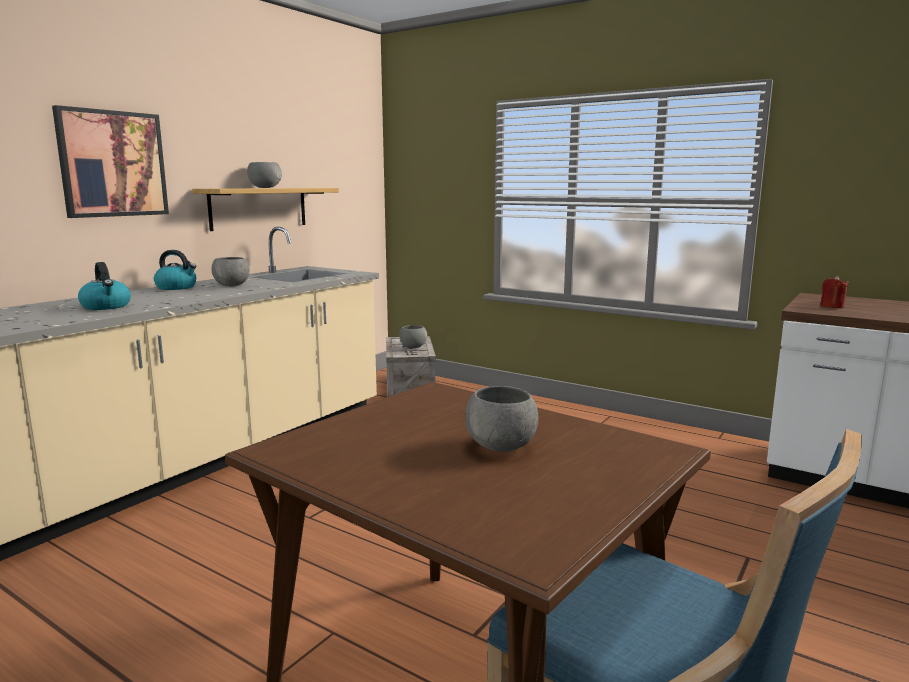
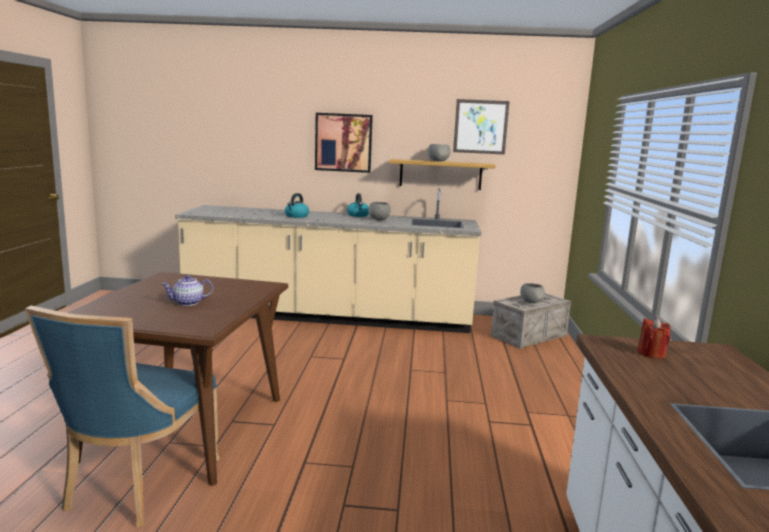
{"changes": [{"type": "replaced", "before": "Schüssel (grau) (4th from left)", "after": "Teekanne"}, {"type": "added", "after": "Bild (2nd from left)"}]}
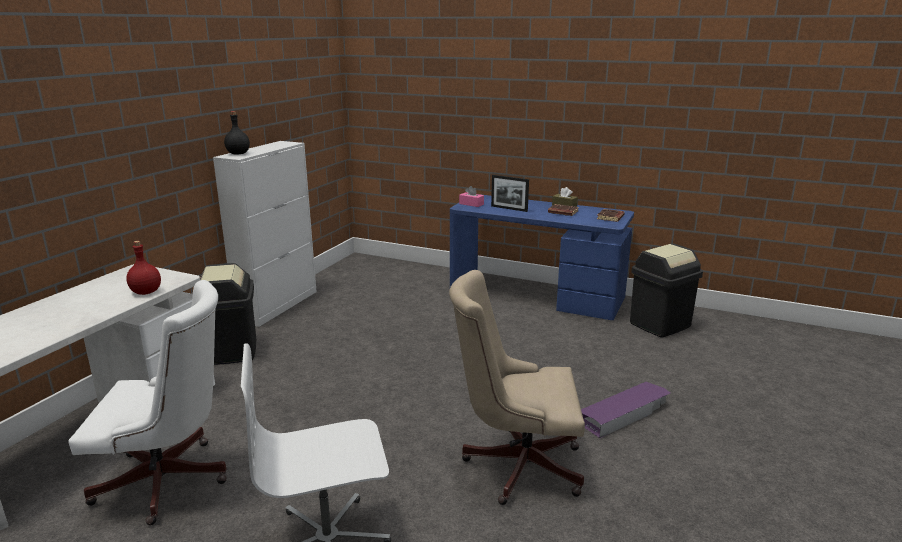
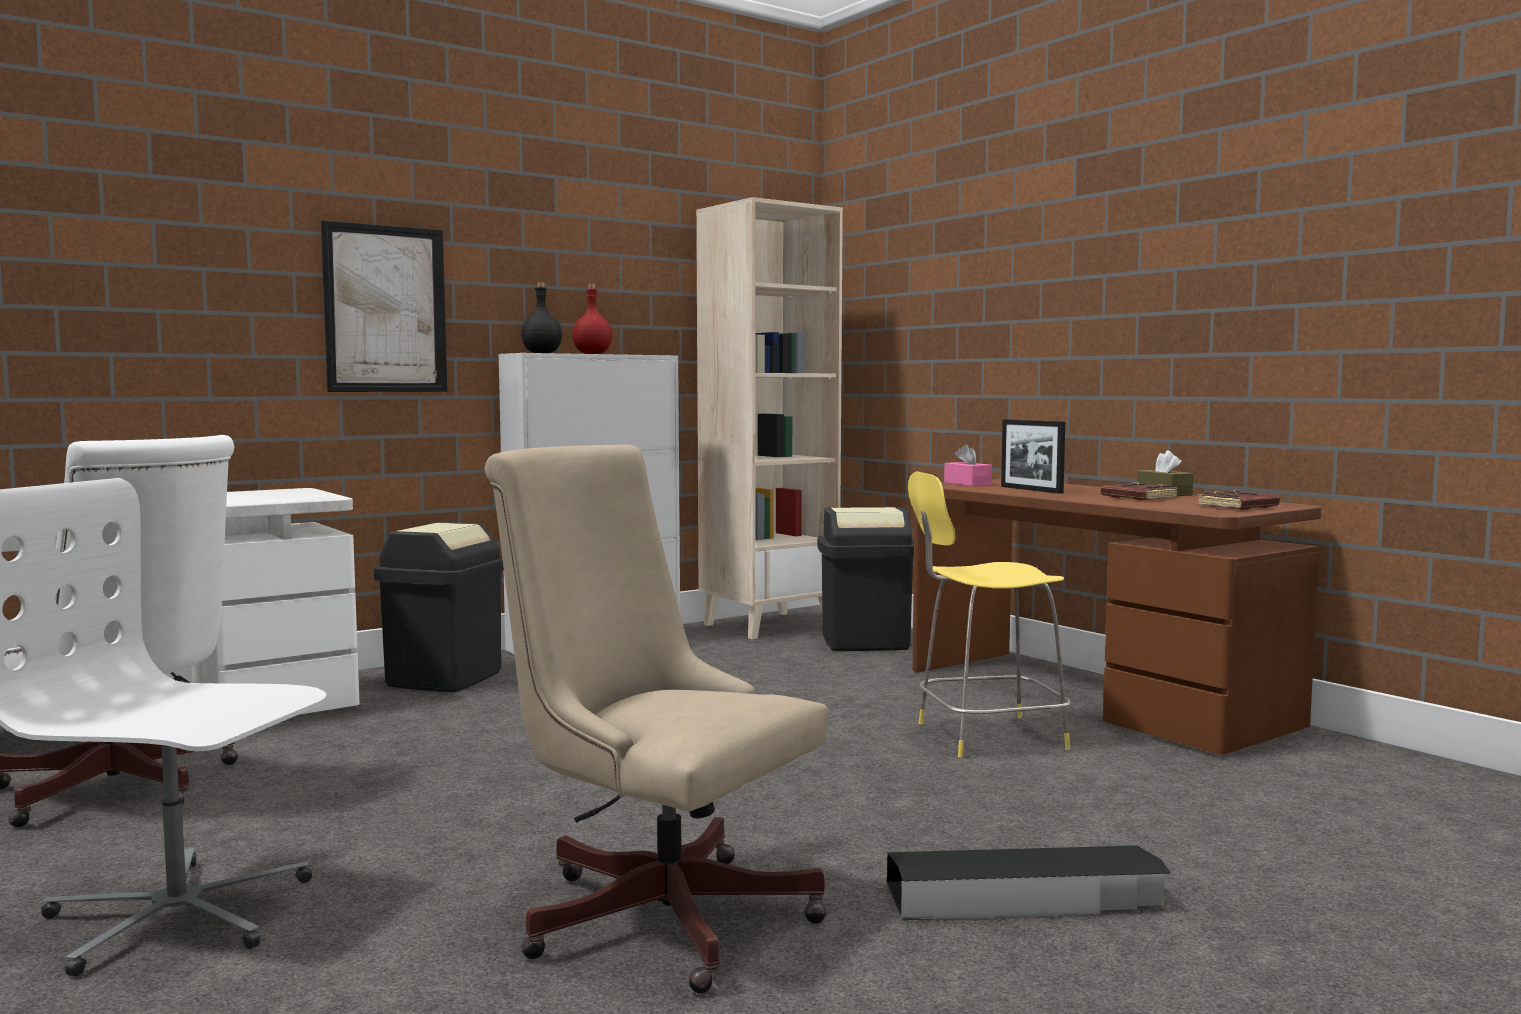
{"changes": [{"type": "moved", "before": "Flasche (rot)"}, {"type": "recoloured", "before": "Schreibtisch (blau)", "after": "Schreibtisch (braun)"}, {"type": "recoloured", "before": "Aufbewahrungsbox (lila)", "after": "Aufbewahrungsbox (schwarz)"}, {"type": "moved", "before": "Mülleimer (schwarz) (2nd from left)"}, {"type": "added", "after": "Bild"}, {"type": "added", "after": "Bücherregal (beige)"}, {"type": "added", "after": "Hocker (gelb)"}]}
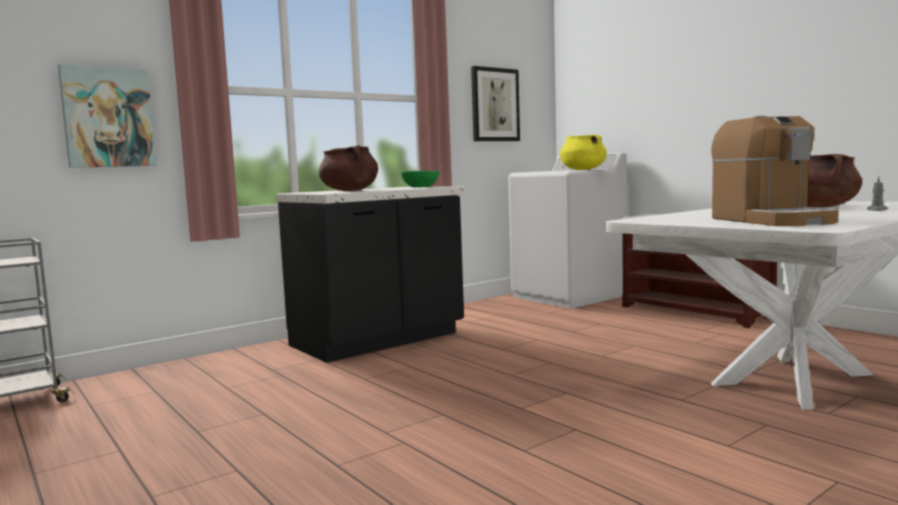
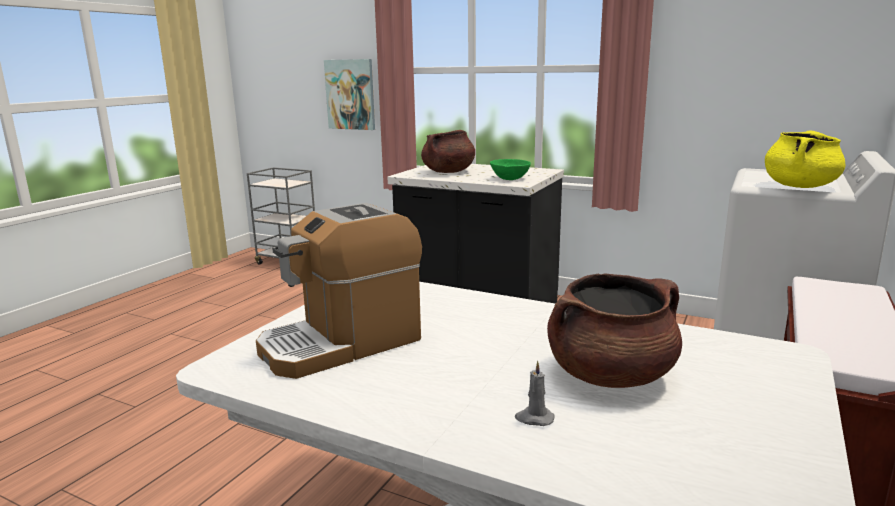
{"changes": [{"type": "removed", "before": "Bild (2nd from left)"}]}
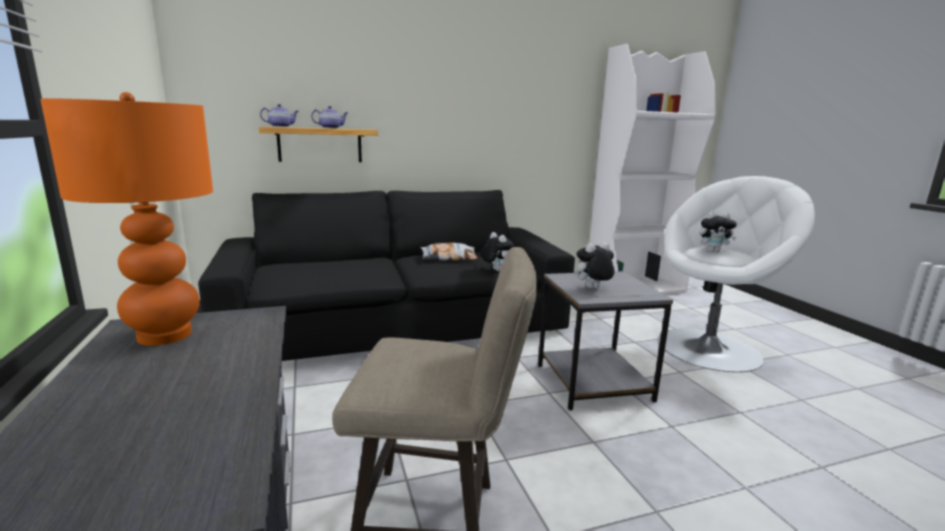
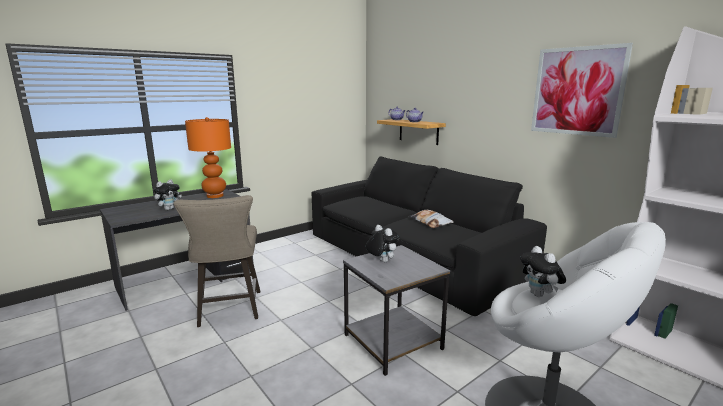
{"changes": [{"type": "moved", "before": "Plüschtier (1st from left)"}, {"type": "added", "after": "Bild"}]}
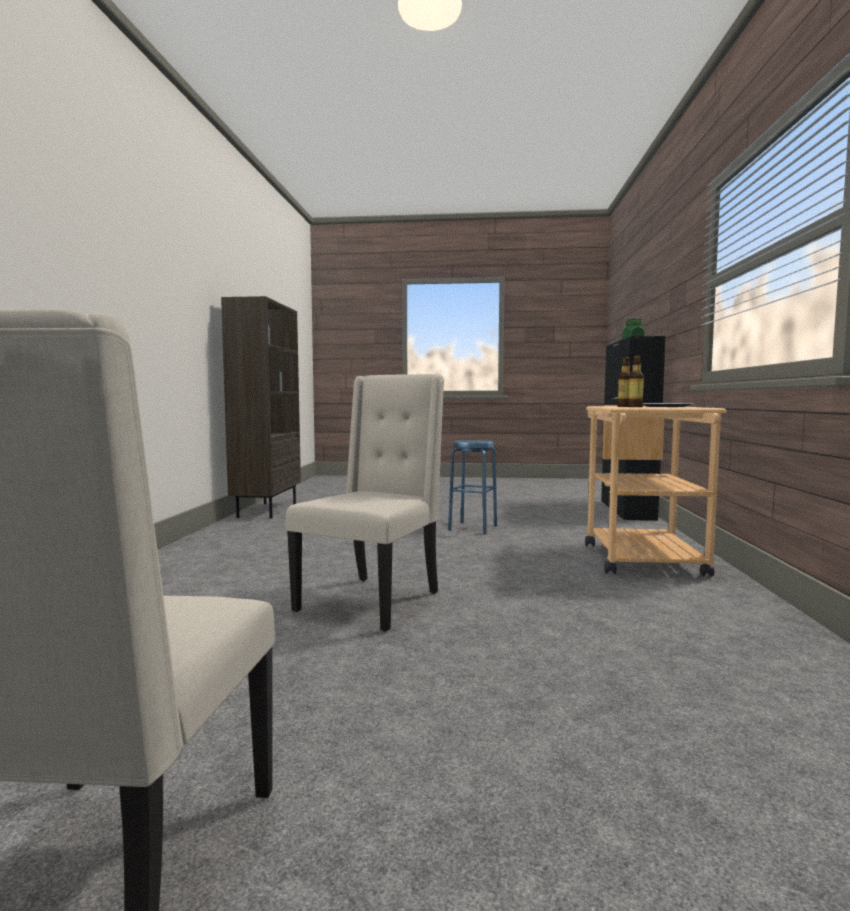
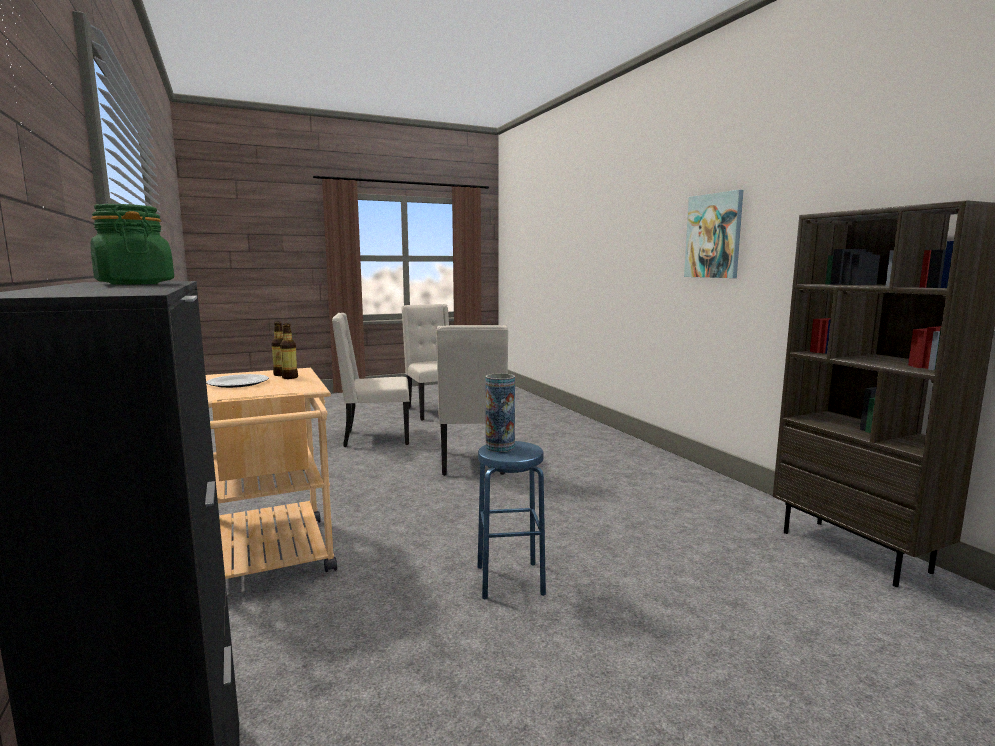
{"changes": [{"type": "added", "after": "Stuhl (beige) (1st from left)"}, {"type": "added", "after": "Vase"}, {"type": "added", "after": "Bild"}]}
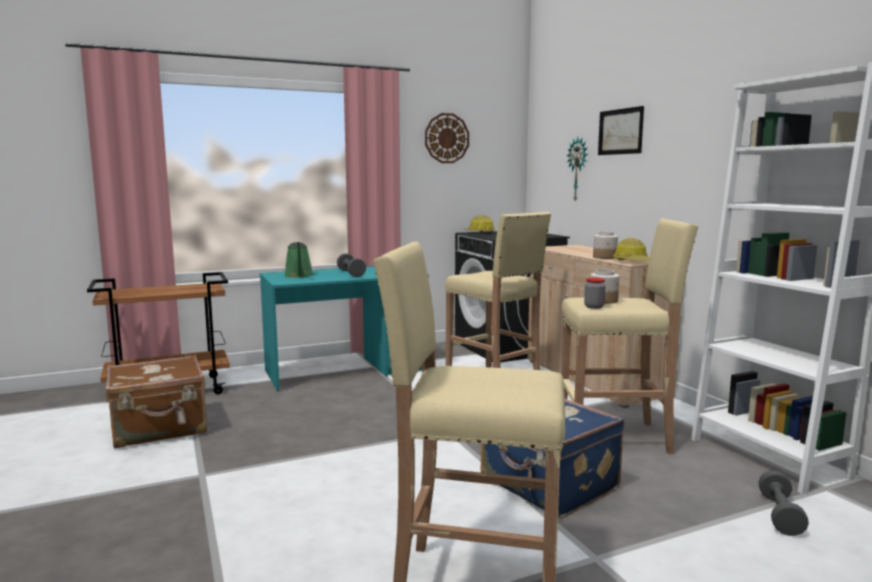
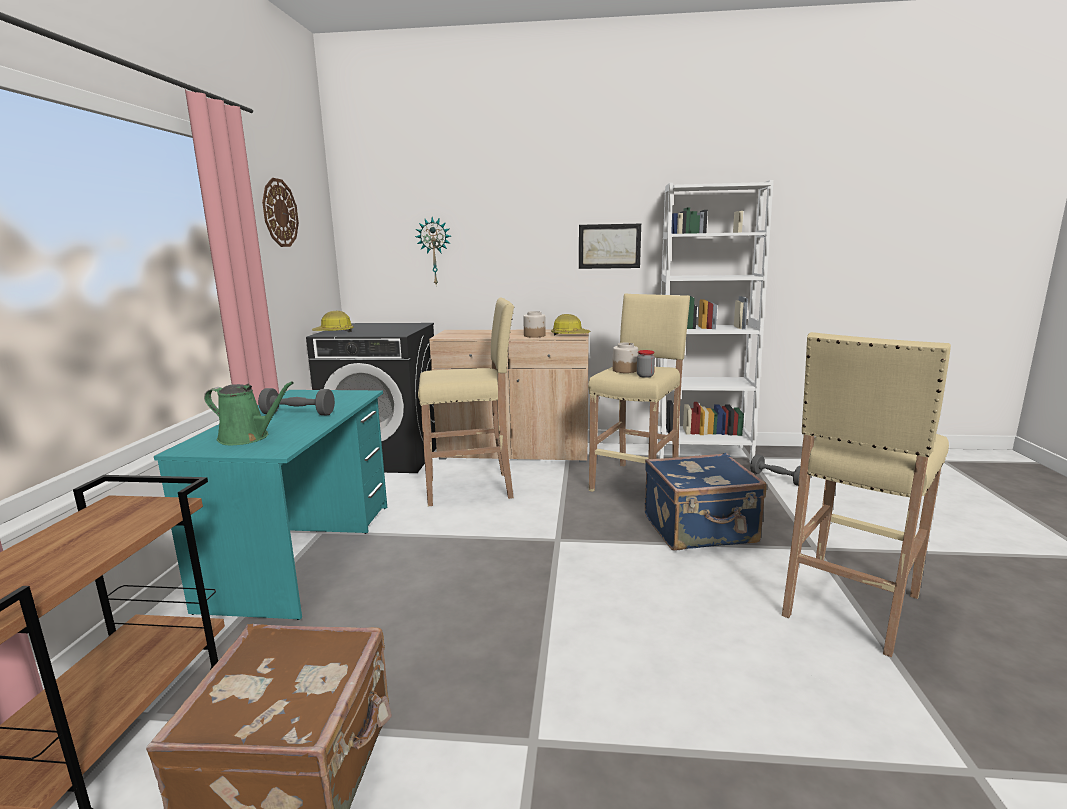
{"changes": [{"type": "moved", "before": "Bild"}]}
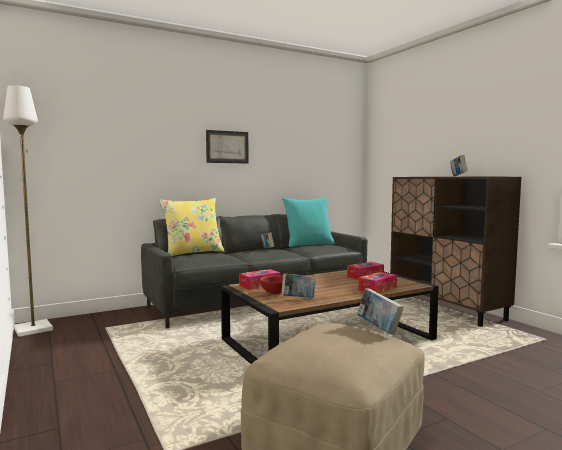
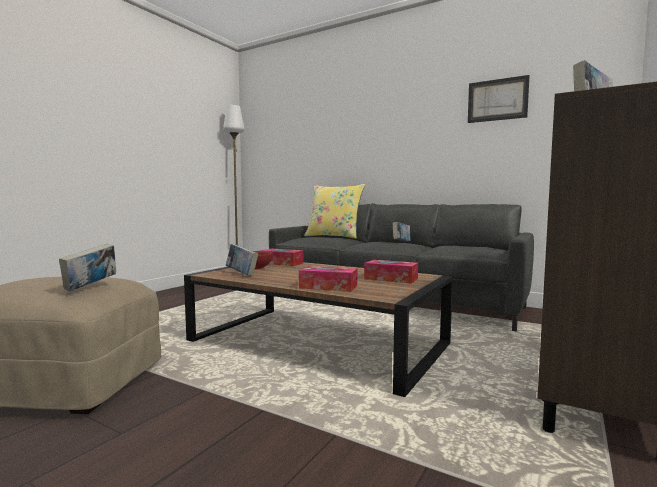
{"changes": [{"type": "moved", "before": "Bild"}, {"type": "removed", "before": "Kissen (türkis)"}]}
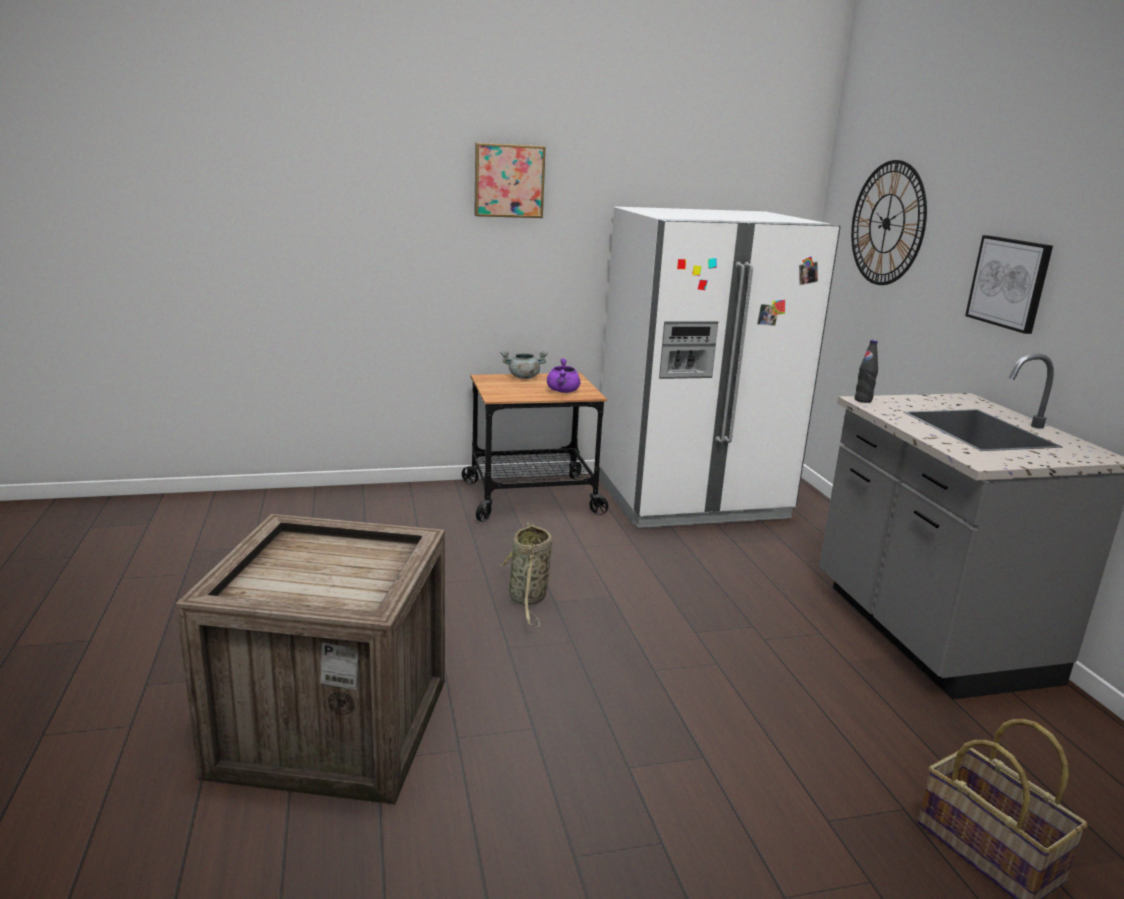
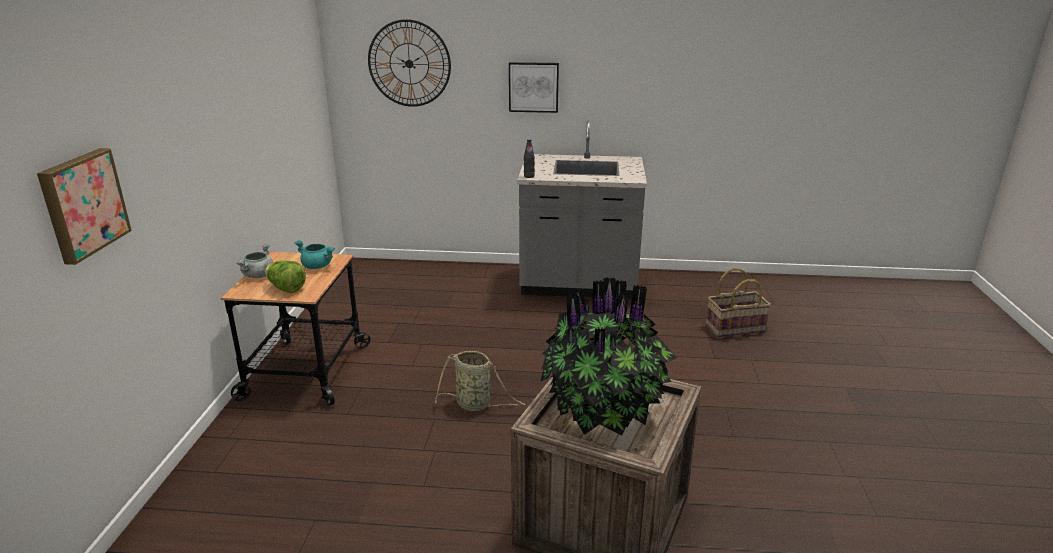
{"changes": [{"type": "moved", "before": "Bild (1st from left)"}, {"type": "recoloured", "before": "Kochtopf (lila)", "after": "Kochtopf (türkis)"}, {"type": "removed", "before": "Kühlschrank (weiß)"}, {"type": "added", "after": "Salatkopf"}, {"type": "added", "after": "Topfpflanze"}]}
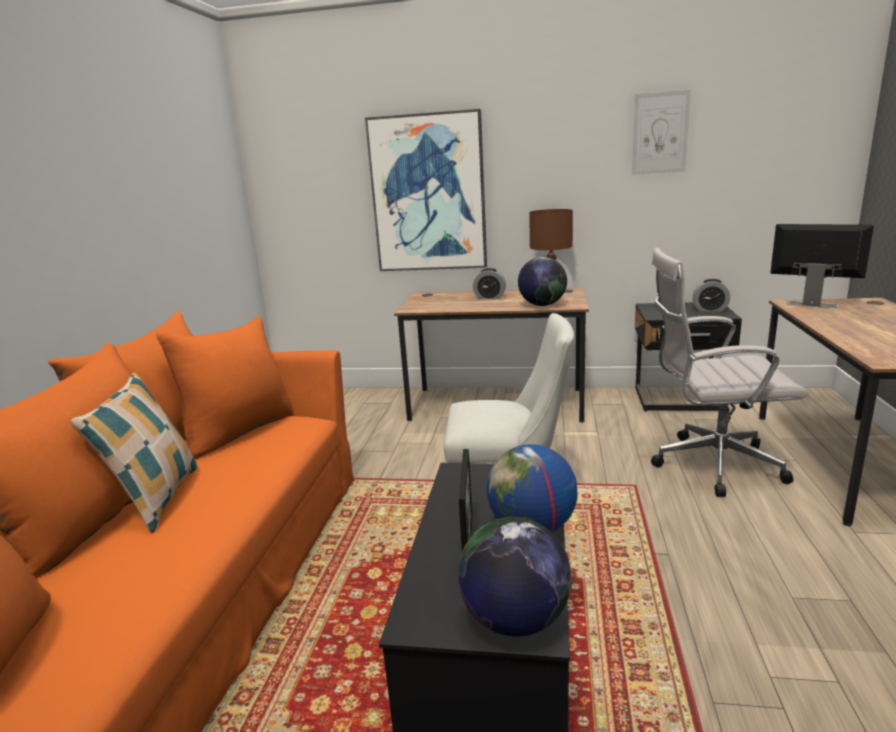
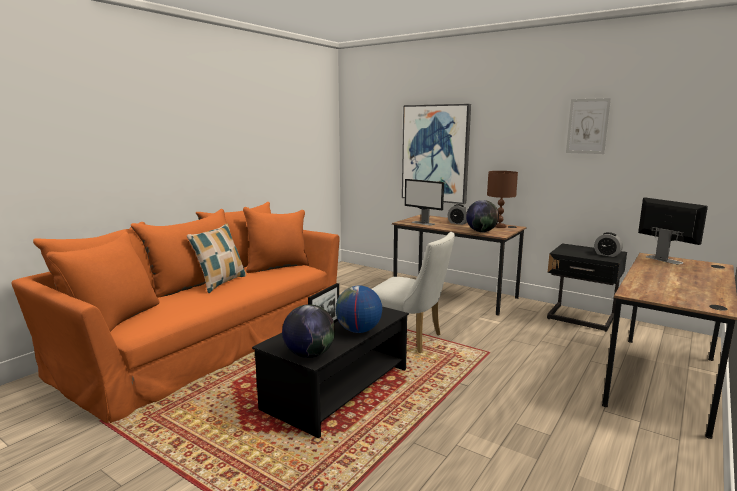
{"changes": [{"type": "removed", "before": "Bürostuhl (weiß)"}, {"type": "added", "after": "Monitor (1st from left)"}]}
